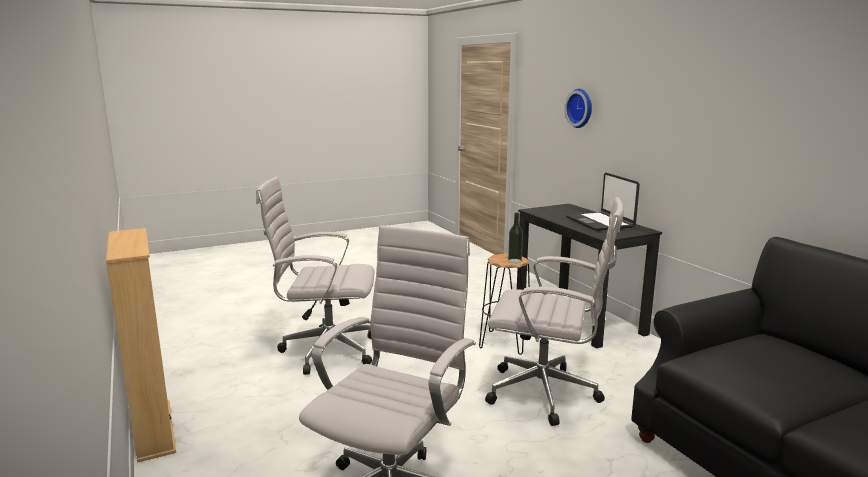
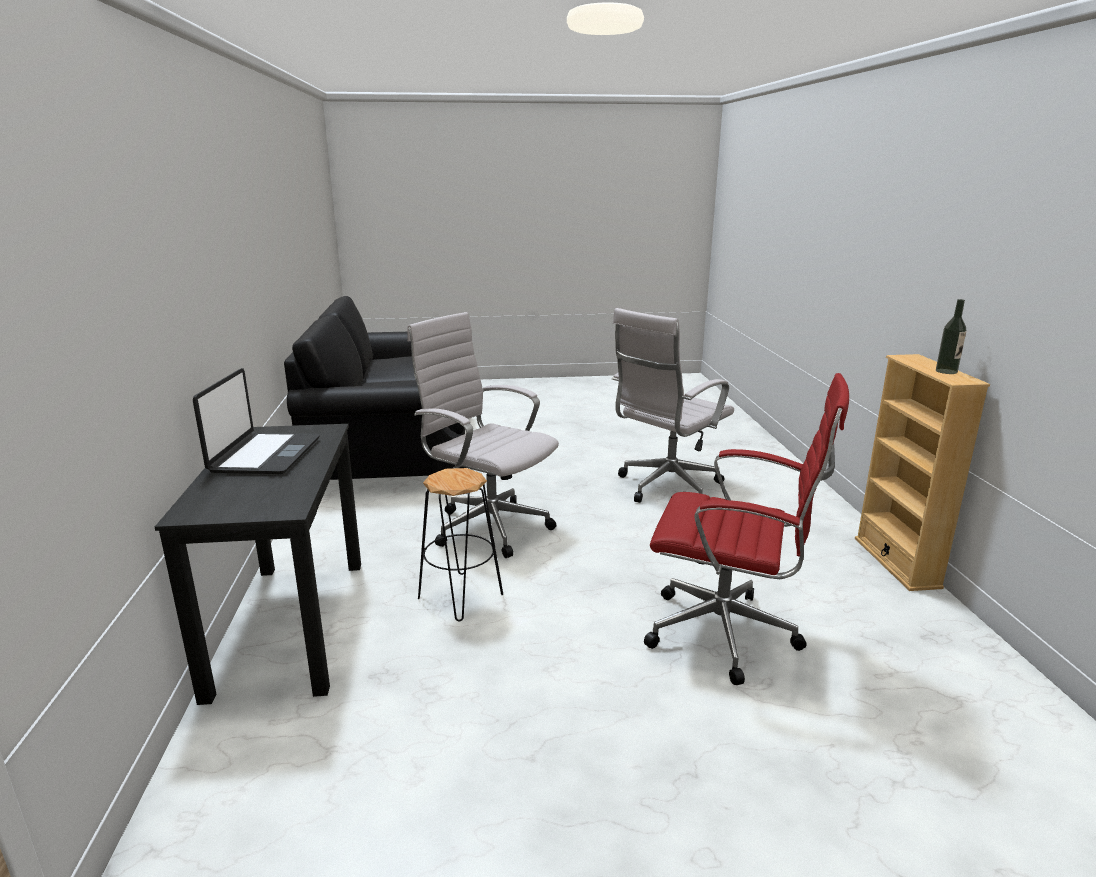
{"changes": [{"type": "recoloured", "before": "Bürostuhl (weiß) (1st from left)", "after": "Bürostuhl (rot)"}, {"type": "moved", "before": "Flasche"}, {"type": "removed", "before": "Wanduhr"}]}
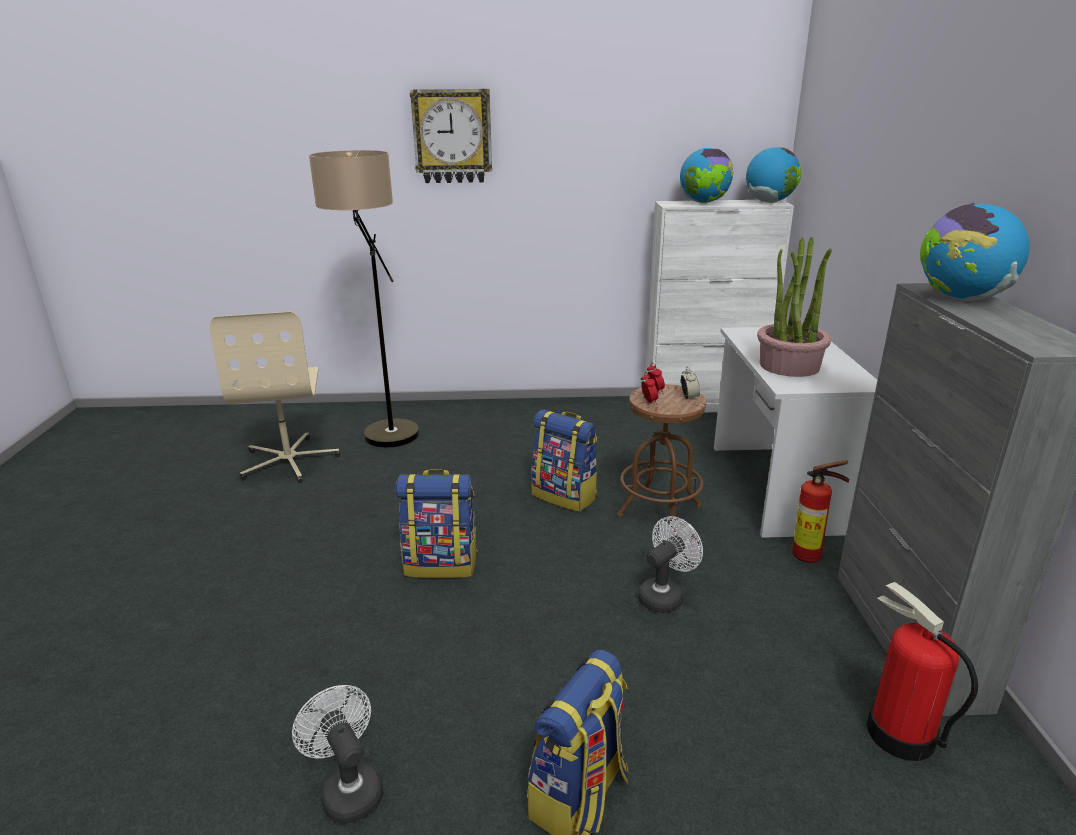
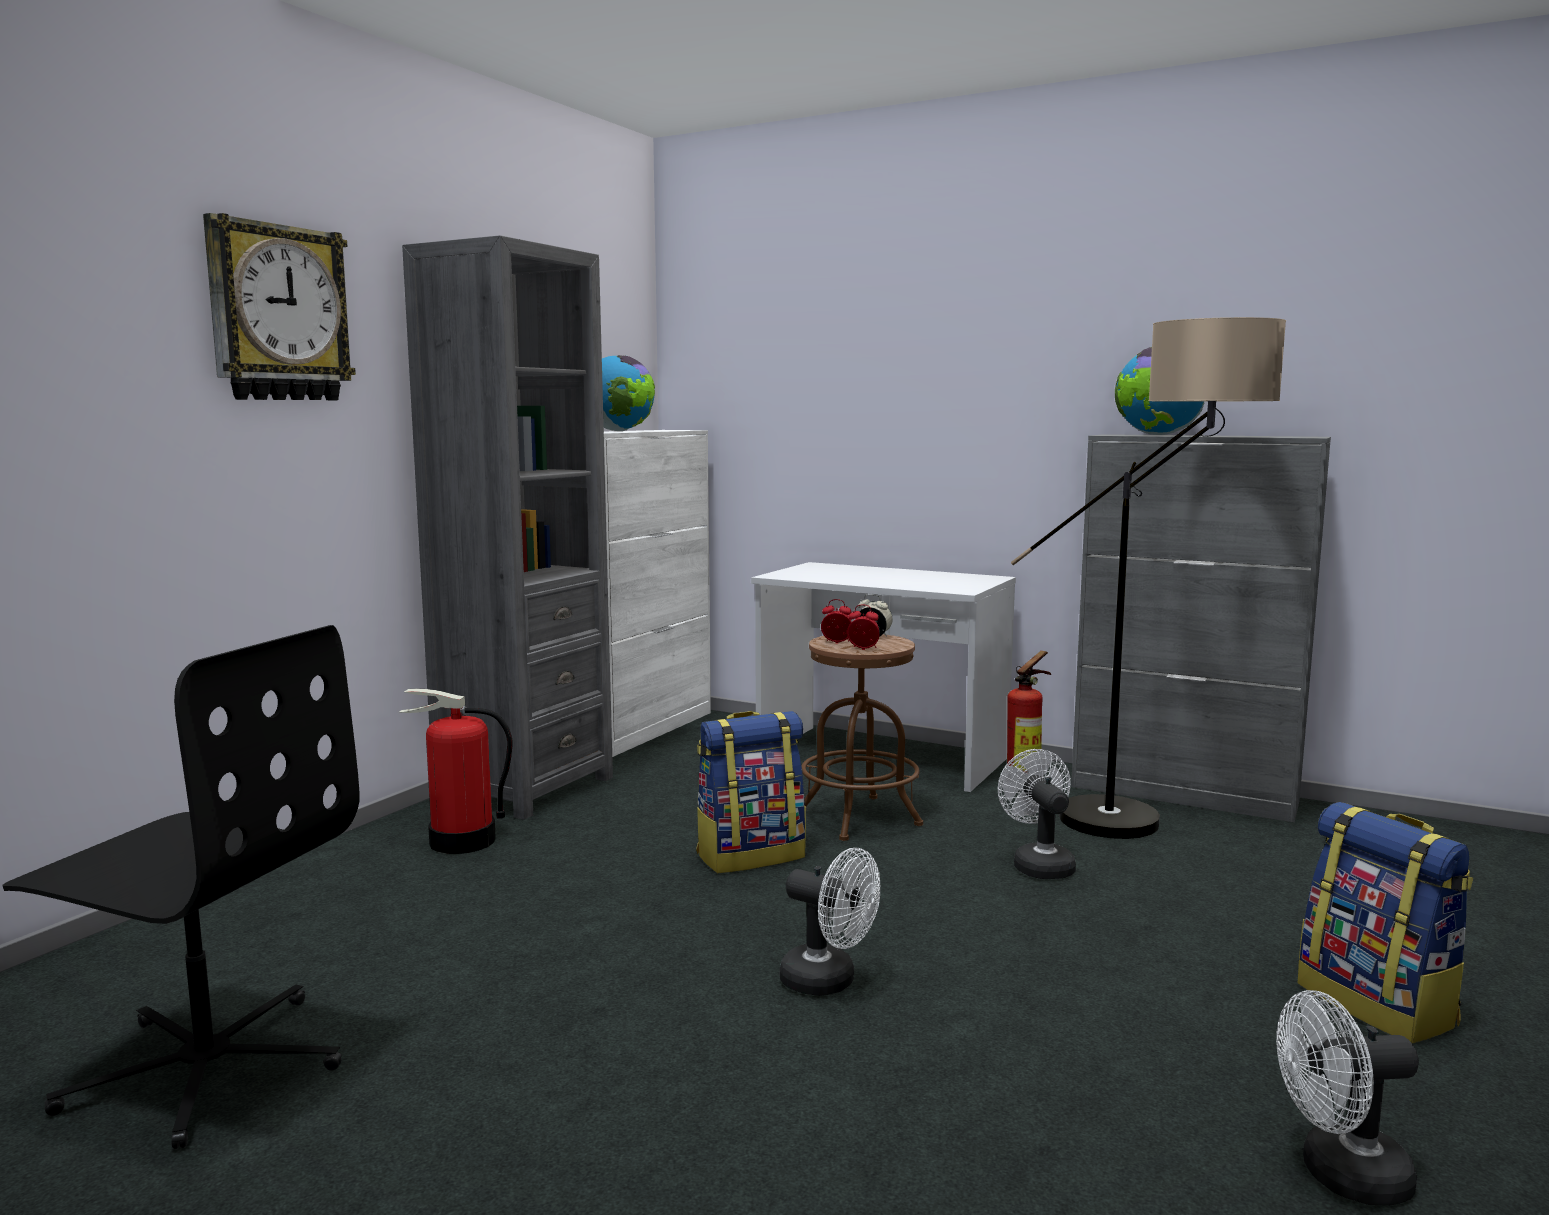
{"changes": [{"type": "recoloured", "before": "Bürostuhl (beige)", "after": "Bürostuhl (schwarz)"}, {"type": "moved", "before": "Stehlampe"}, {"type": "replaced", "before": "Rucksack (1st from left)", "after": "Ventilator (weiß) (1st from left)"}, {"type": "removed", "before": "Globus (2nd from left)"}, {"type": "removed", "before": "Topfpflanze"}, {"type": "moved", "before": "Feuerlöscher (2nd from left in the first image)", "after": "Feuerlöscher (1st from left)"}, {"type": "added", "after": "Bücherregal (grau)"}]}
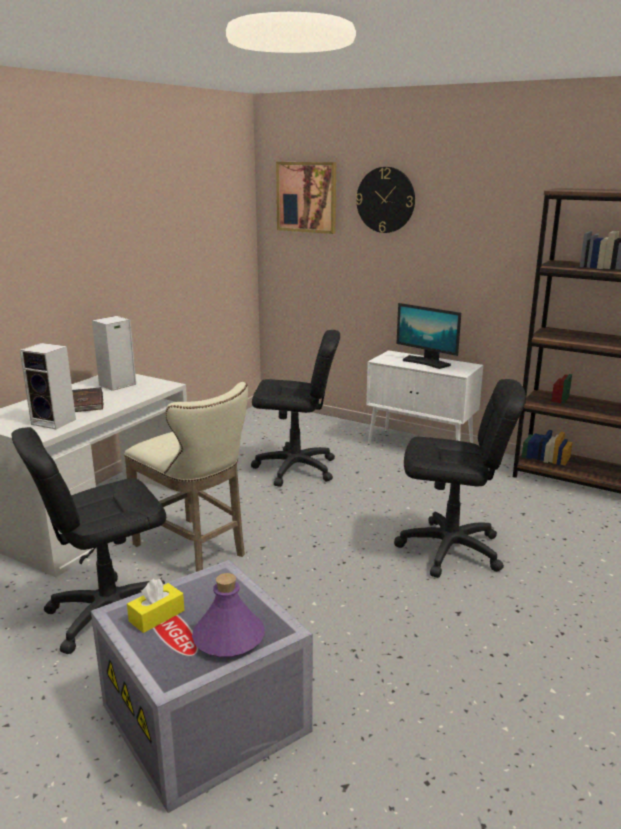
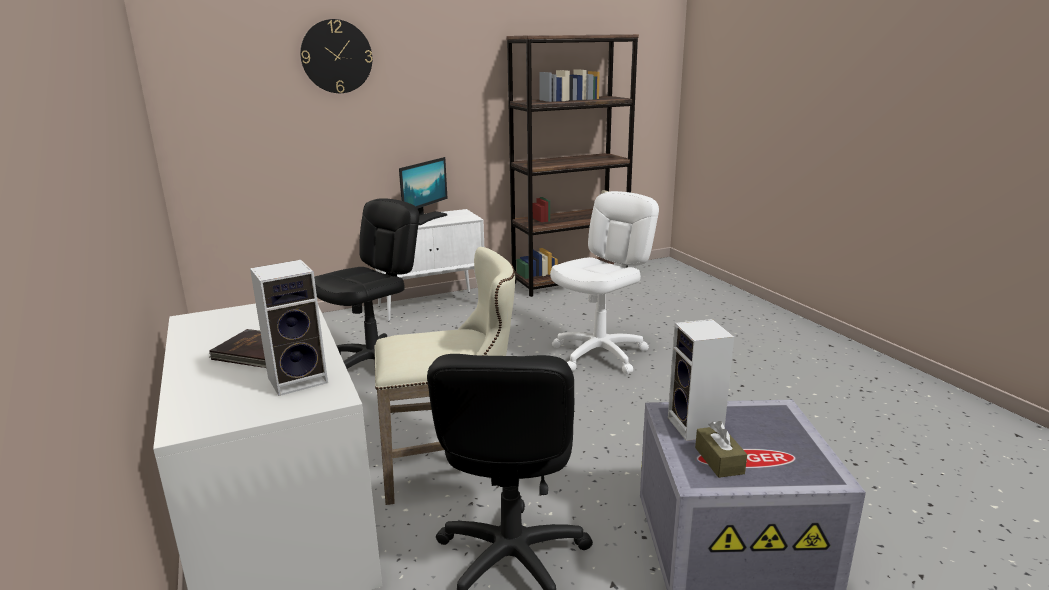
{"changes": [{"type": "moved", "before": "Lautsprecher (2nd from left)"}, {"type": "recoloured", "before": "Taschentuchbox (gelb)", "after": "Taschentuchbox (braun)"}, {"type": "removed", "before": "Flasche (lila)"}, {"type": "removed", "before": "Bild"}, {"type": "recoloured", "before": "Bürostuhl (schwarz) (3rd from left)", "after": "Bürostuhl (weiß)"}, {"type": "turned", "before": "Monitor", "turn": -45}]}
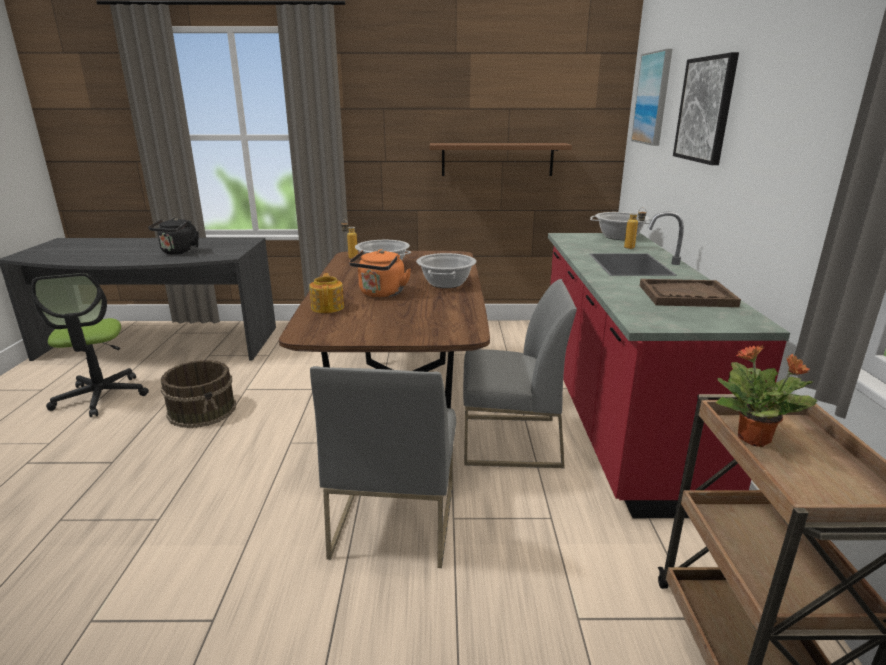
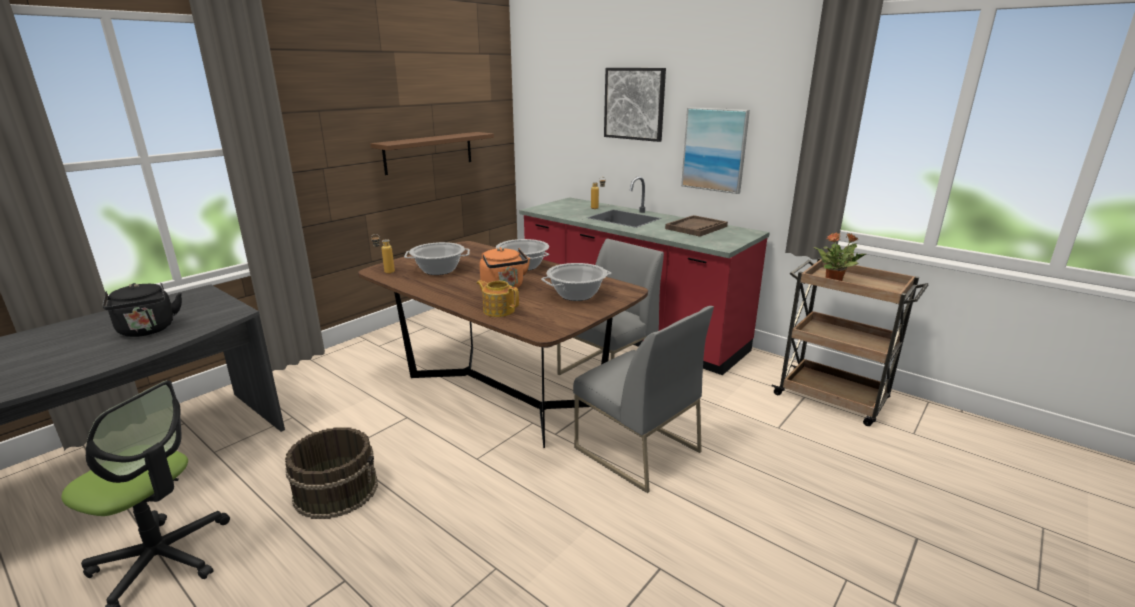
{"changes": [{"type": "moved", "before": "Kochtopf (3rd from left)"}, {"type": "moved", "before": "Bild (1st from left in the first image)", "after": "Bild (2nd from left)"}]}
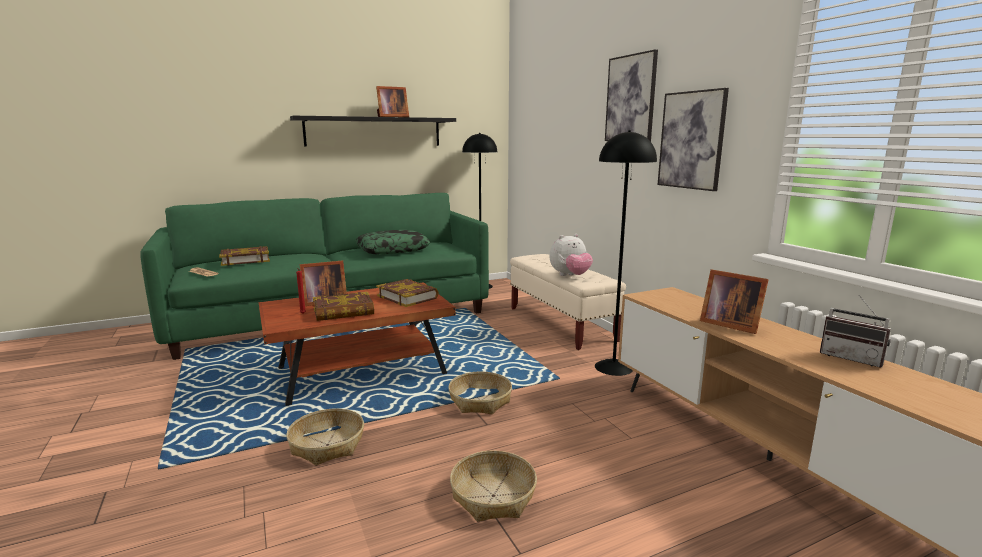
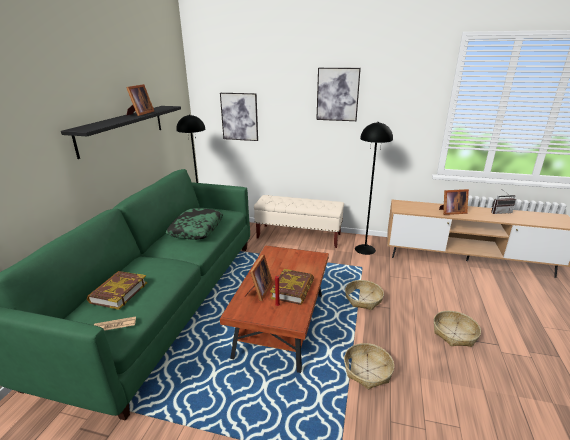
{"changes": [{"type": "removed", "before": "Buch (3rd from left)"}, {"type": "removed", "before": "Plüschtier"}, {"type": "moved", "before": "Bild (2nd from left in the first image)", "after": "Bild (1st from left)"}]}
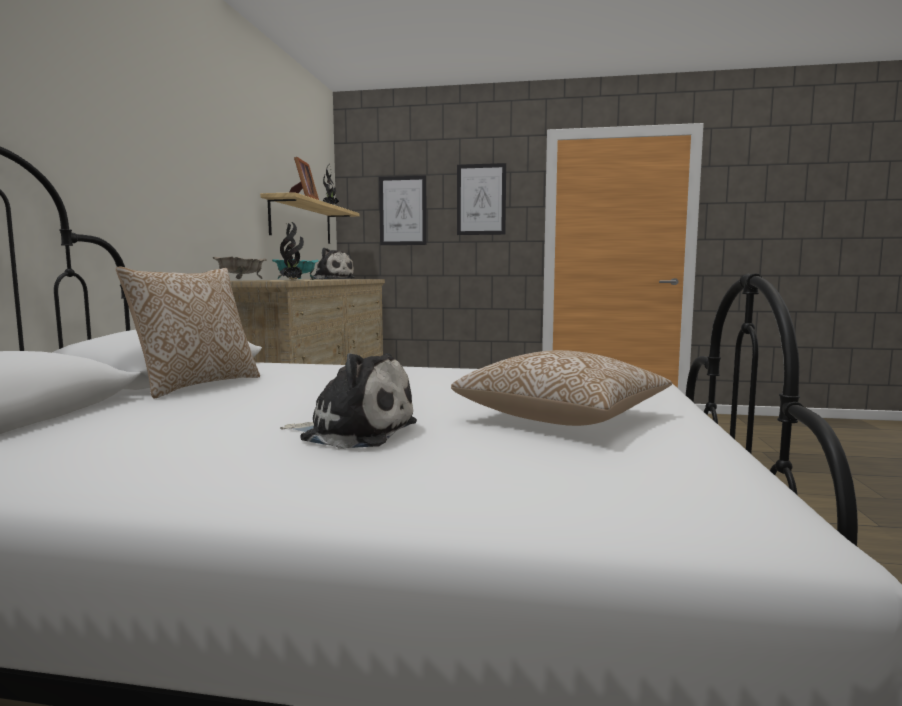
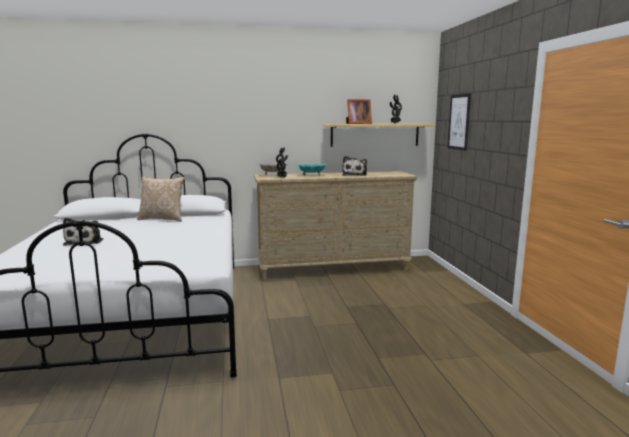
{"changes": [{"type": "removed", "before": "Kissen (2nd from left)"}, {"type": "removed", "before": "Bild (2nd from left)"}]}
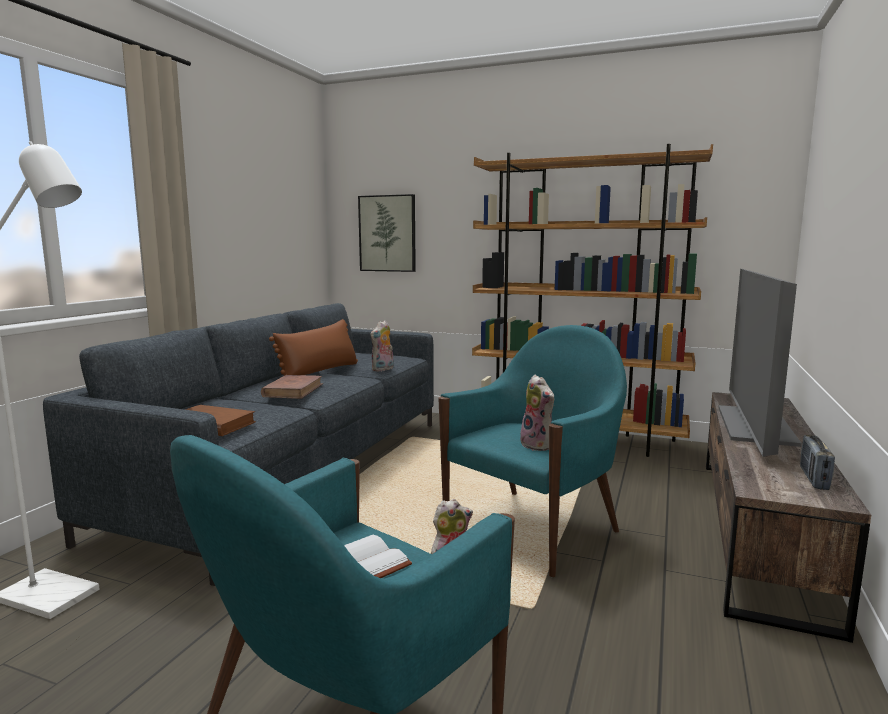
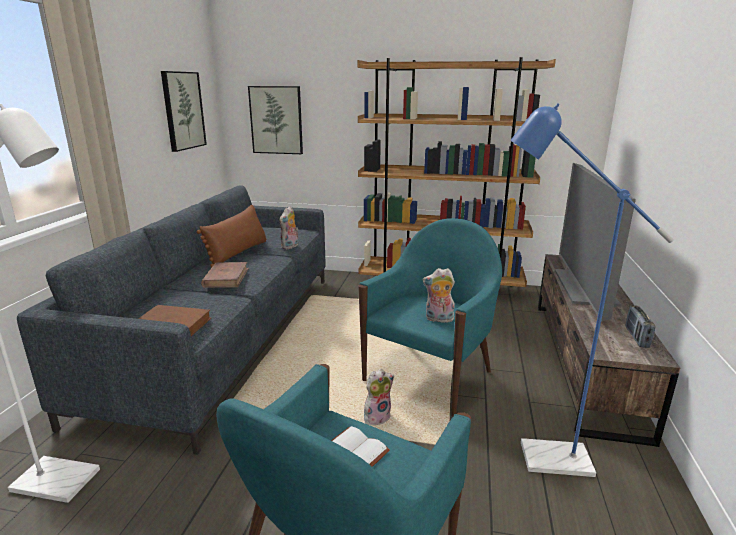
{"changes": [{"type": "turned", "before": "Plüschtier (3rd from left)", "turn": 135}, {"type": "added", "after": "Bild (1st from left)"}, {"type": "added", "after": "Stehlampe (blau)"}]}
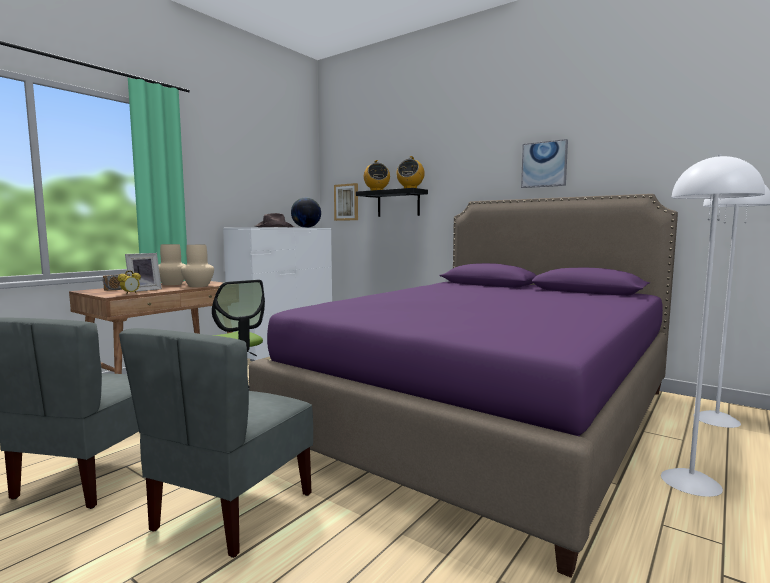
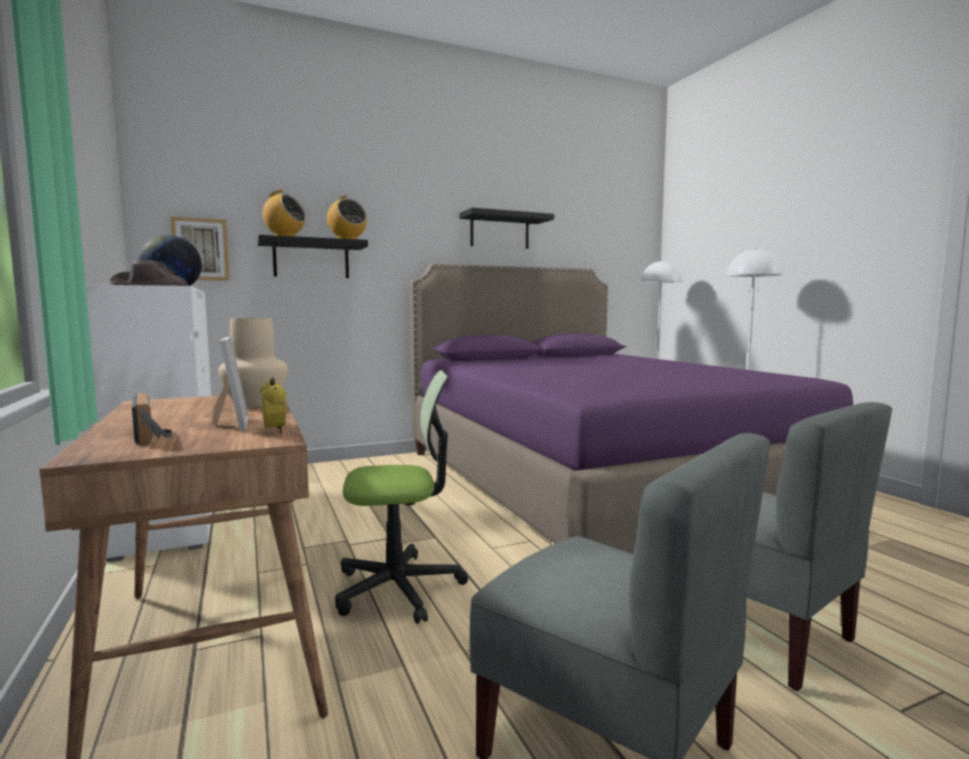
{"changes": [{"type": "removed", "before": "Vase (beige) (1st from left)"}, {"type": "replaced", "before": "Bild (2nd from left)", "after": "Wandregal (schwarz) (2nd from left)"}]}
